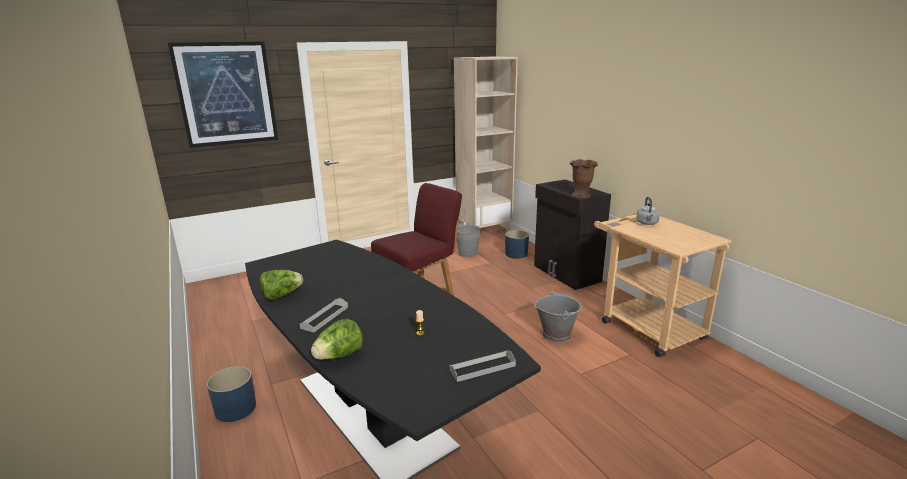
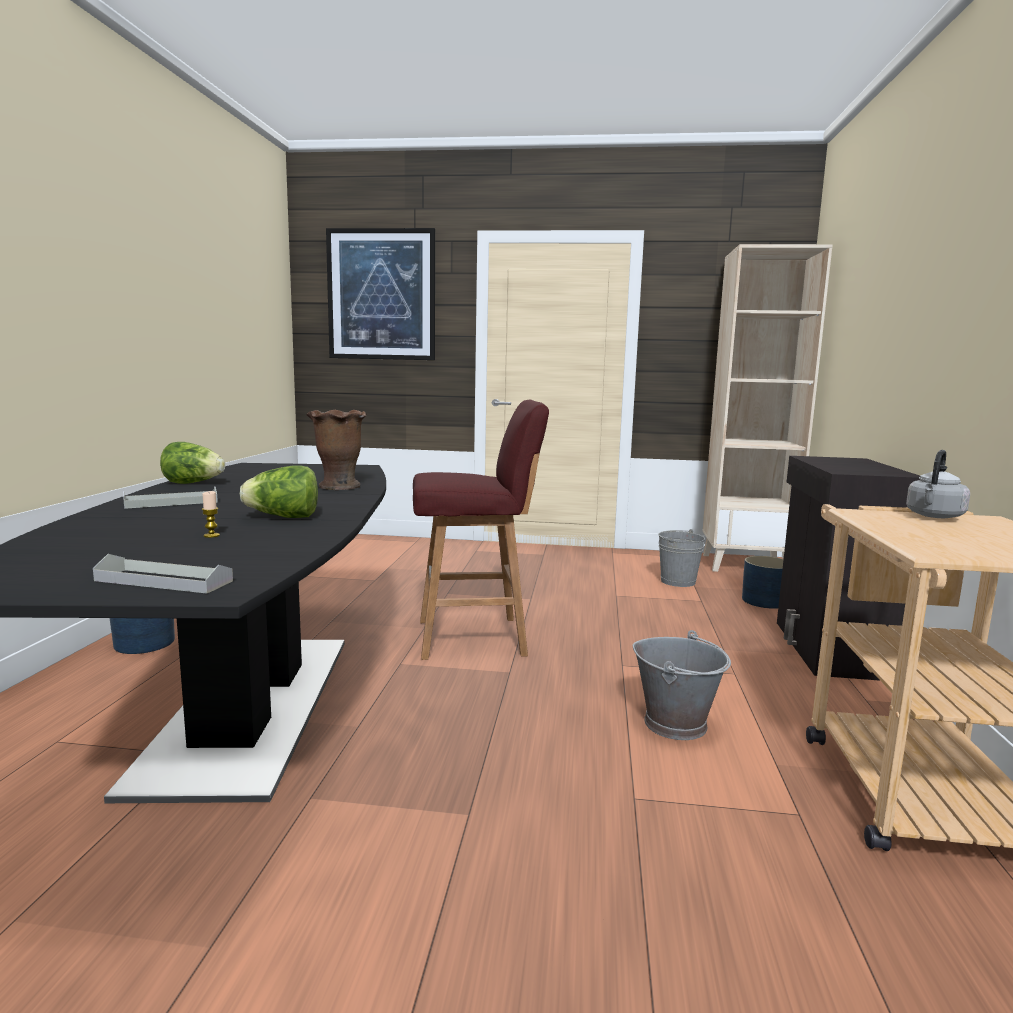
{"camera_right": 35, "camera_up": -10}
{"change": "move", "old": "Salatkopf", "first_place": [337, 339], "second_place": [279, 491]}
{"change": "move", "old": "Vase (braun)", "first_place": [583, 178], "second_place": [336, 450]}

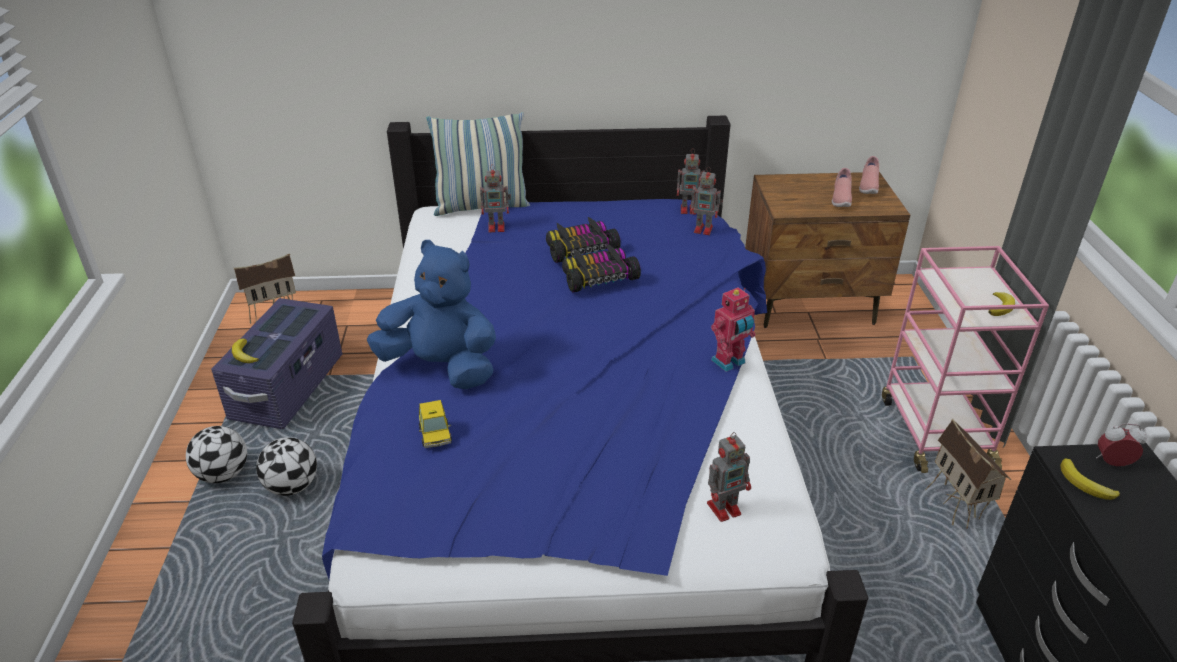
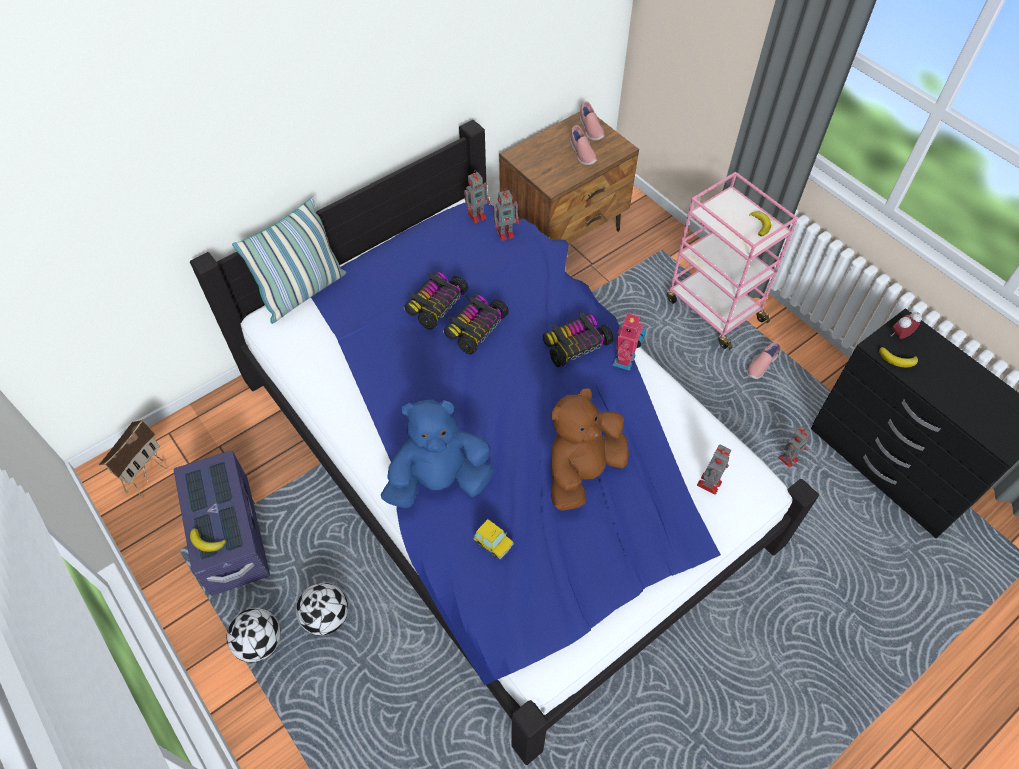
{"camera_right": -35, "camera_up": 20}
{"change": "move", "old": "Spielzeugroboter", "first_place": [495, 199], "second_place": [794, 446]}
{"change": "replace", "old": "Spielzeughaus", "new": "Schuh (rosa)", "first_place": [968, 473], "second_place": [763, 360]}
{"change": "insert", "new": "Spielzeugauto", "second_place": [578, 338]}
{"change": "insert", "new": "Plüschtier (braun)", "second_place": [590, 449]}

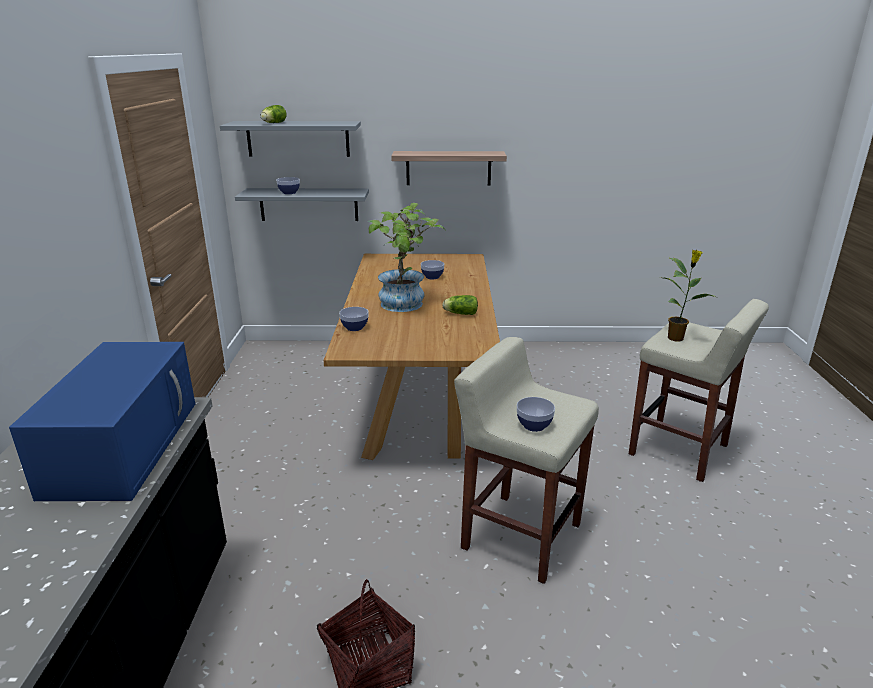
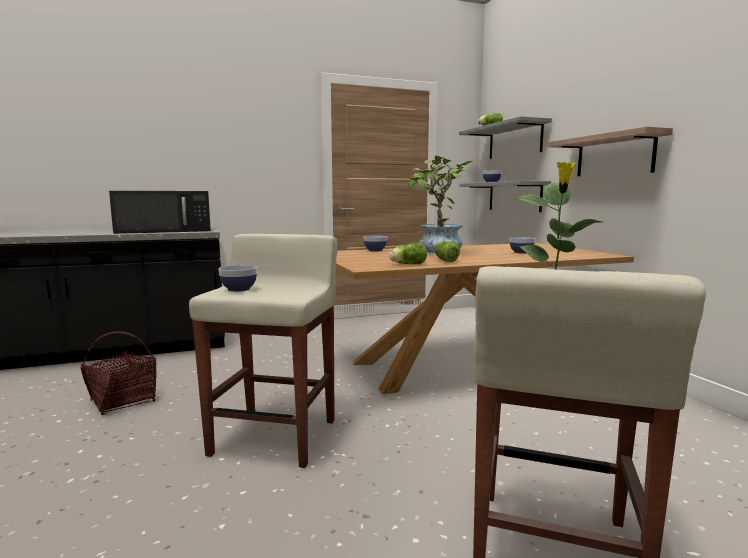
{"camera_right": 70, "camera_up": -15}
{"change": "recolor", "old": "Mikrowelle (blau)", "new": "Mikrowelle (schwarz)", "first_place": [102, 421], "second_place": [160, 212]}
{"change": "insert", "new": "Salatkopf", "second_place": [408, 253]}

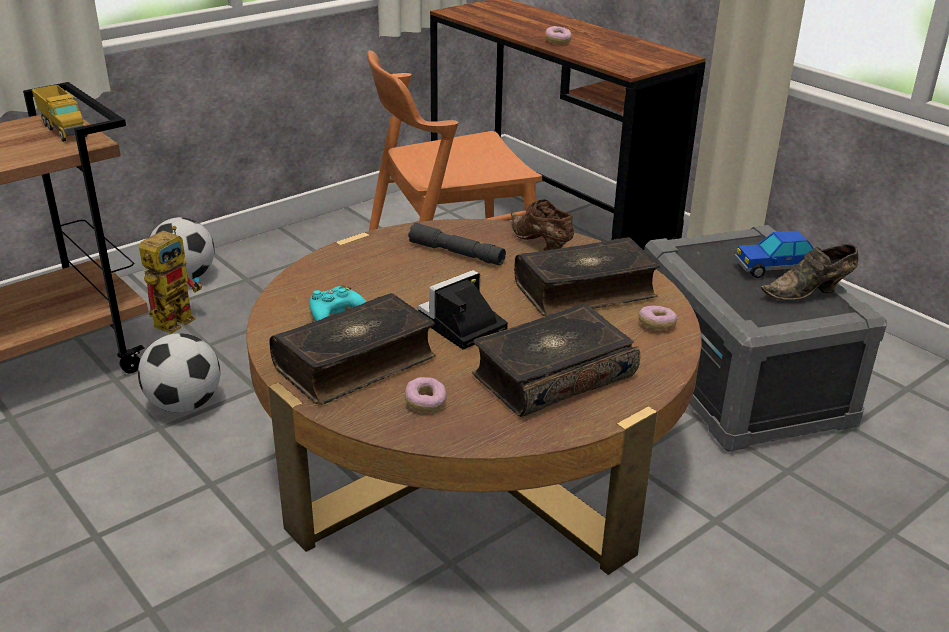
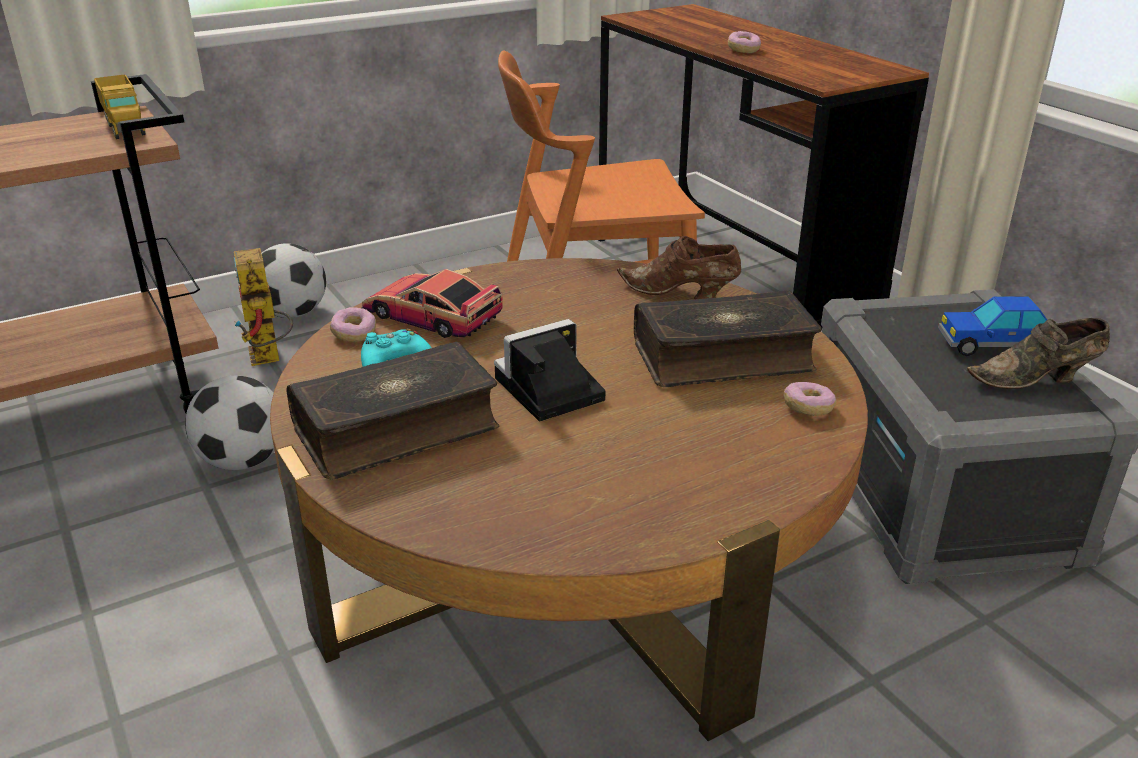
{"camera_right": 10, "camera_up": 0}
{"change": "rotate", "old": "Spielzeugroboter", "first_place": [170, 280], "second_place": [263, 307], "degrees": 120}
{"change": "move", "old": "Donut", "first_place": [426, 394], "second_place": [353, 324]}
{"change": "delete", "old": "Taschenlampe (grau)", "first_place": [457, 244]}
{"change": "delete", "old": "Buch", "first_place": [556, 360]}
{"change": "rotate", "old": "Schuh (braun)", "first_place": [542, 225], "second_place": [679, 267], "degrees": -45}
{"change": "insert", "new": "Spielzeugauto", "second_place": [432, 303]}

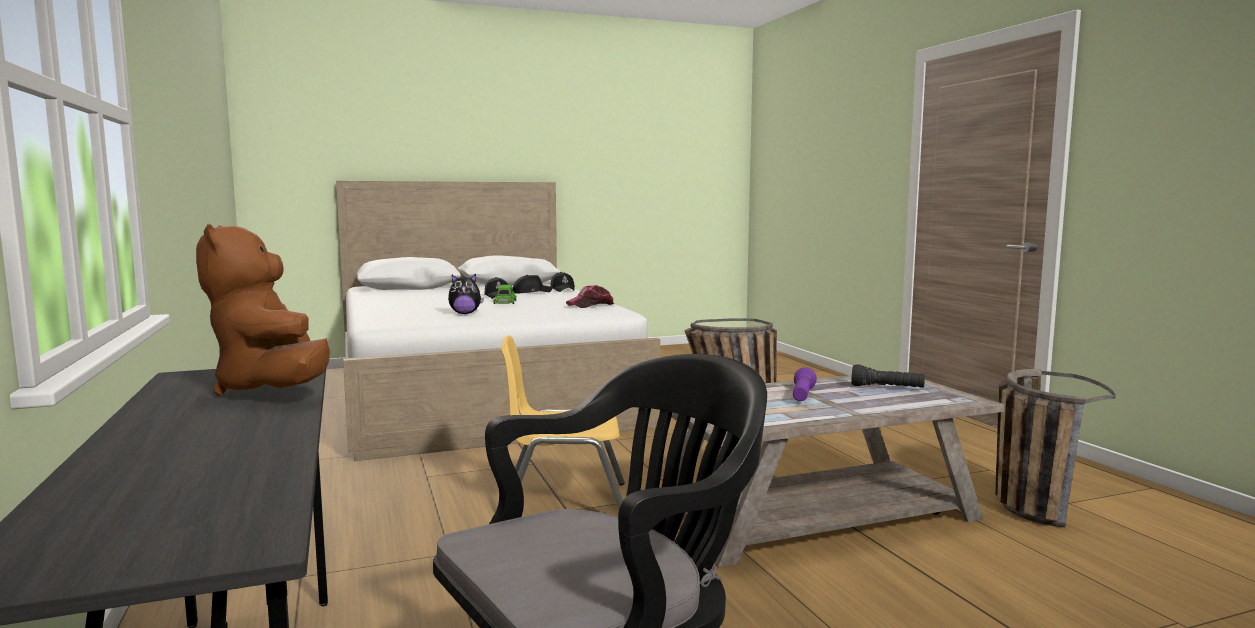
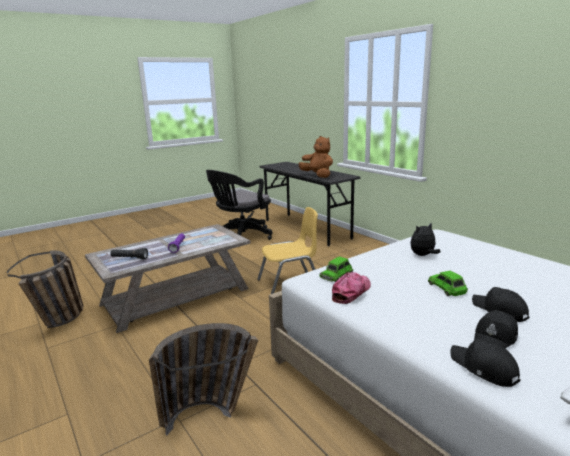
{"camera_right": 165, "camera_up": 10}
{"change": "insert", "new": "Spielzeugauto (grün)", "second_place": [336, 269]}

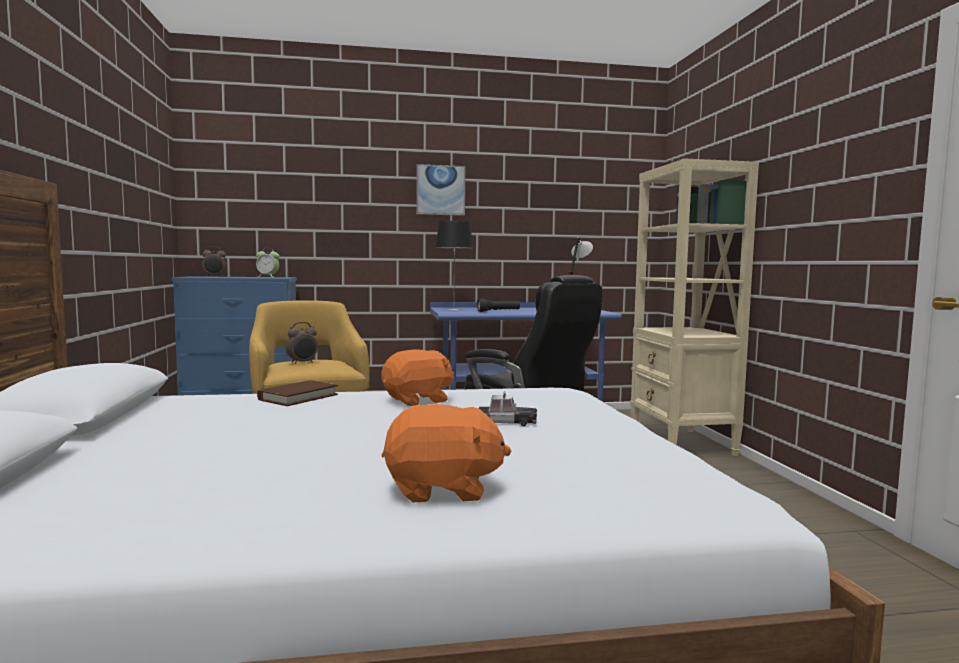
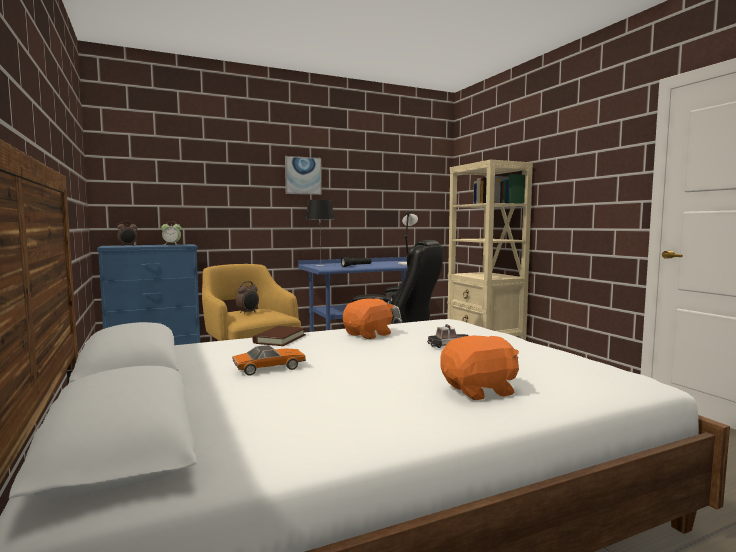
{"camera_right": -15, "camera_up": 0}
{"change": "insert", "new": "Spielzeugauto", "second_place": [269, 360]}

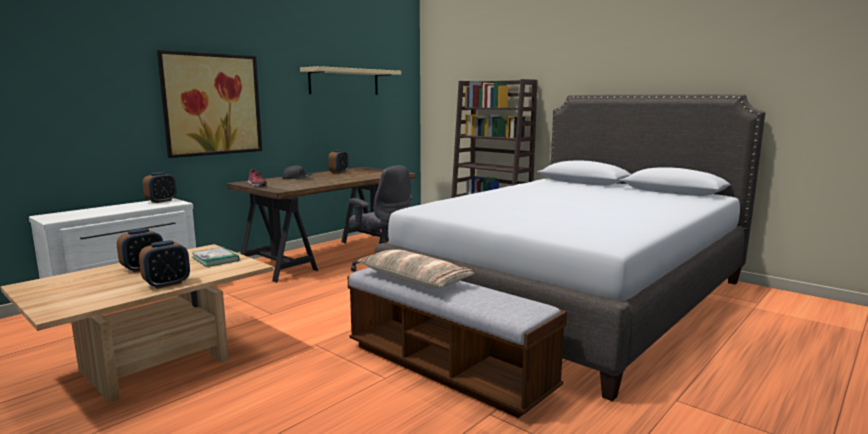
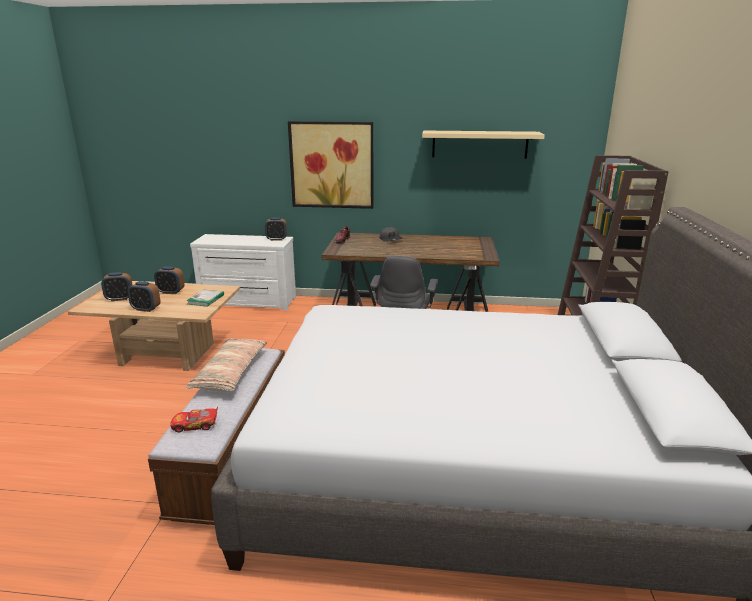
{"camera_right": 55, "camera_up": 10}
{"change": "move", "old": "Wecker", "first_place": [338, 162], "second_place": [116, 286]}
{"change": "insert", "new": "Spielzeugauto", "second_place": [194, 419]}

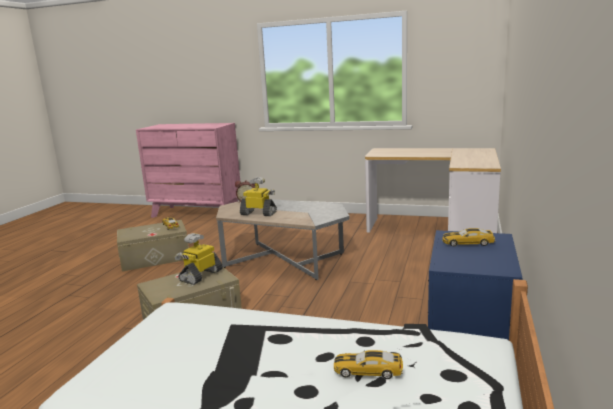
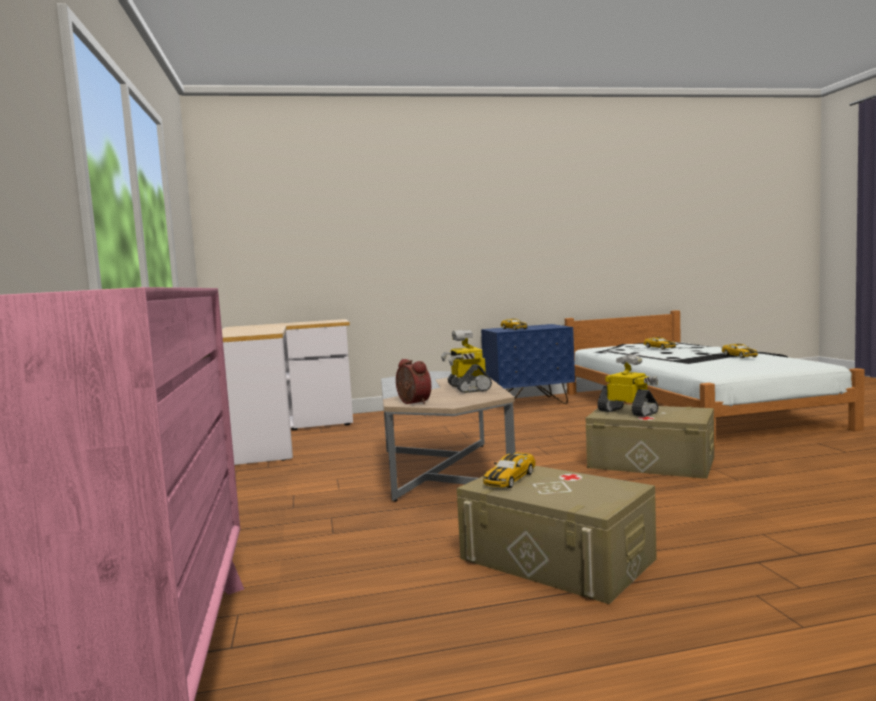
{"camera_right": -120, "camera_up": -10}
{"change": "rotate", "old": "Spielzeugroboter", "first_place": [199, 259], "second_place": [627, 385], "degrees": -135}
{"change": "insert", "new": "Spielzeugauto", "second_place": [740, 351]}

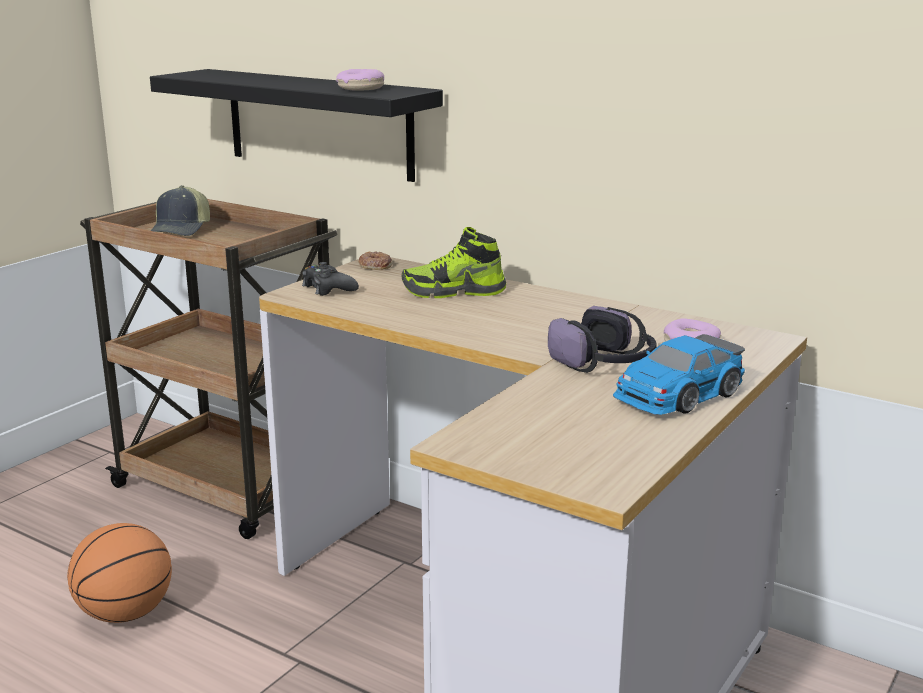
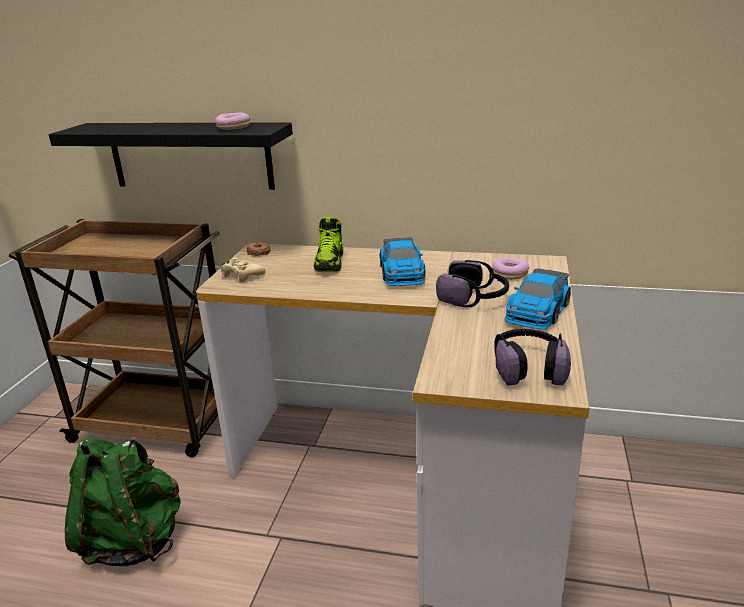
{"camera_right": -20, "camera_up": 5}
{"change": "replace", "old": "Basketball", "new": "Rucksack (grün)", "first_place": [119, 573], "second_place": [123, 501]}
{"change": "delete", "old": "Kappe", "first_place": [180, 210]}
{"change": "recolor", "old": "Gamepad (schwarz)", "new": "Gamepad (beige)", "first_place": [330, 279], "second_place": [243, 269]}
{"change": "rotate", "old": "Schuh", "first_place": [453, 262], "second_place": [328, 244], "degrees": -60}
{"change": "insert", "new": "Spielzeugauto", "second_place": [403, 261]}
{"change": "insert", "new": "Kopfhörer", "second_place": [532, 357]}

